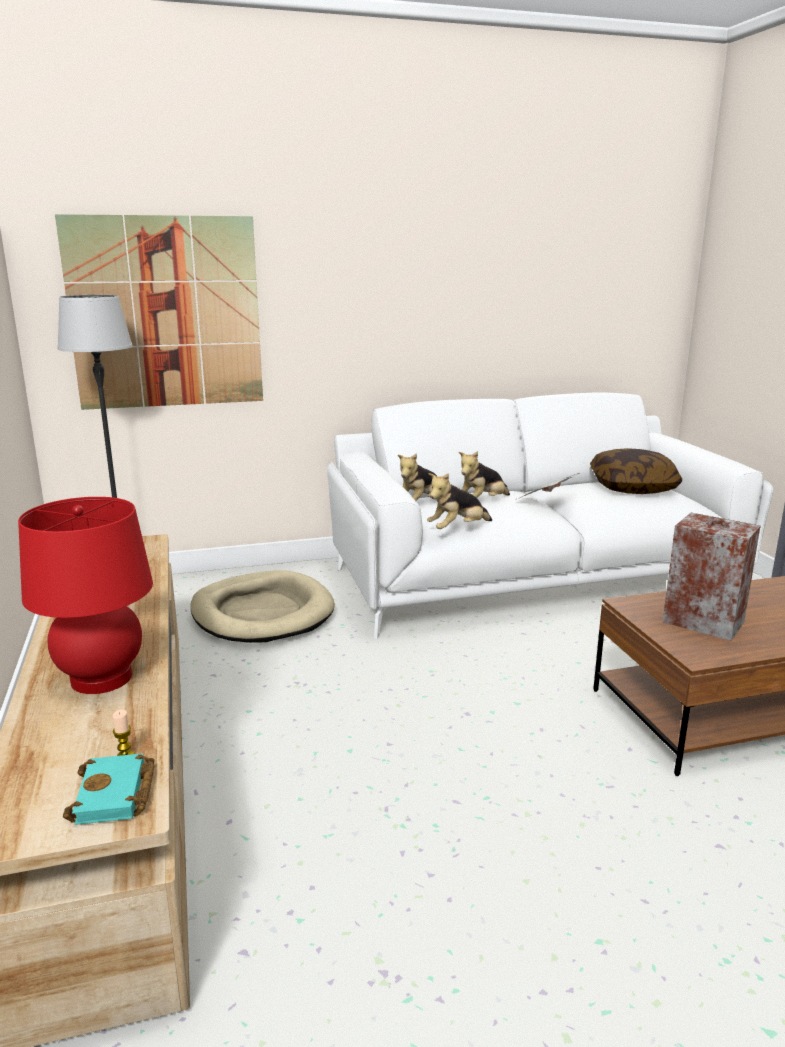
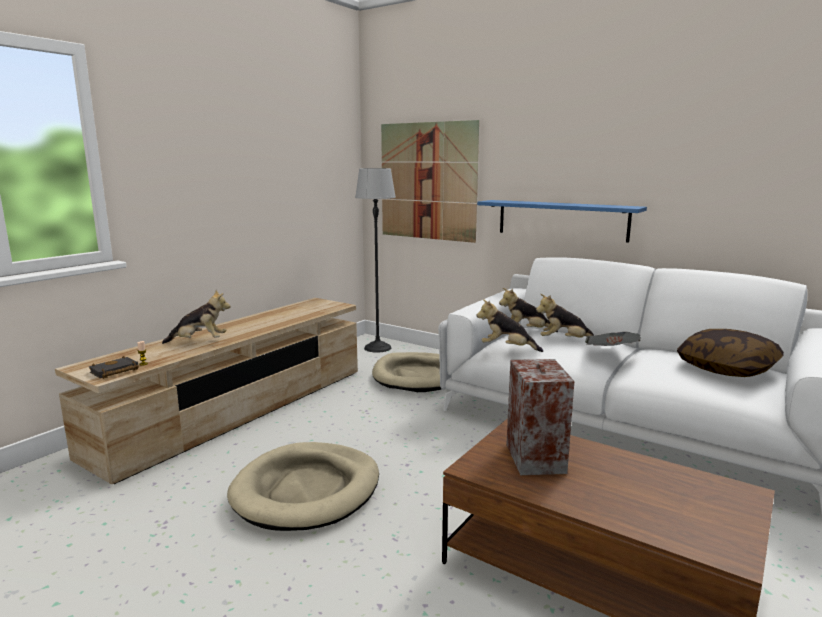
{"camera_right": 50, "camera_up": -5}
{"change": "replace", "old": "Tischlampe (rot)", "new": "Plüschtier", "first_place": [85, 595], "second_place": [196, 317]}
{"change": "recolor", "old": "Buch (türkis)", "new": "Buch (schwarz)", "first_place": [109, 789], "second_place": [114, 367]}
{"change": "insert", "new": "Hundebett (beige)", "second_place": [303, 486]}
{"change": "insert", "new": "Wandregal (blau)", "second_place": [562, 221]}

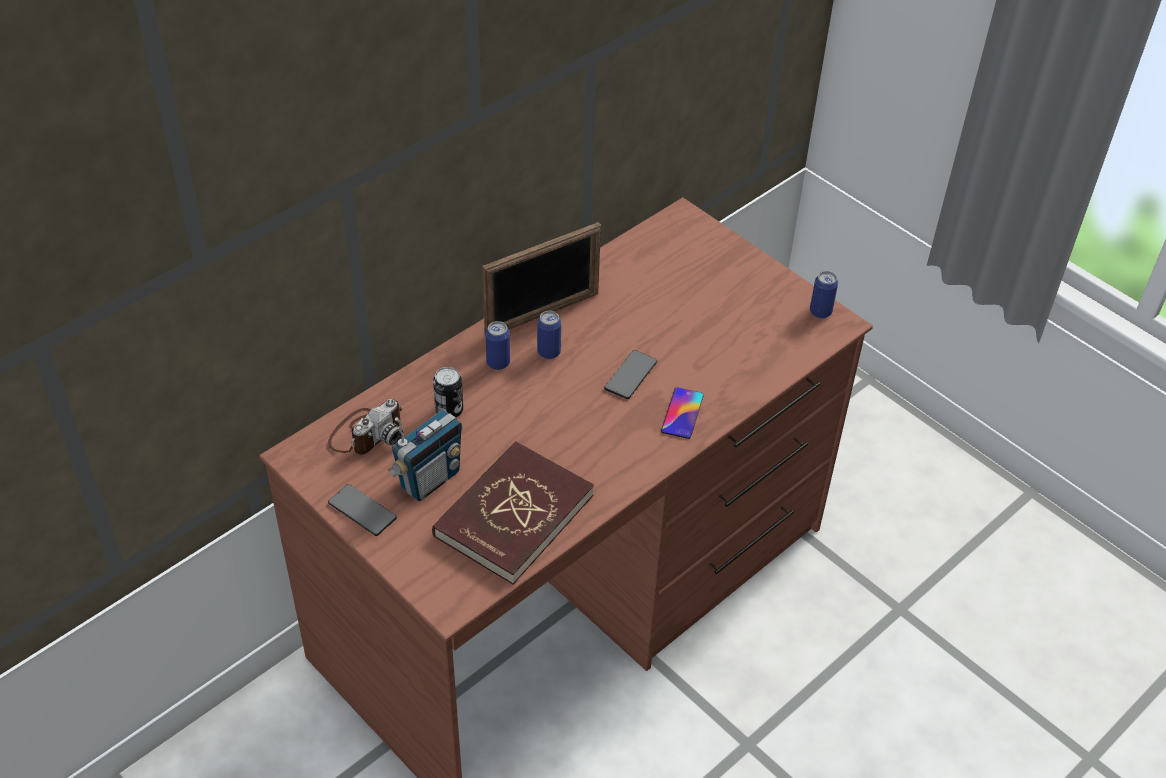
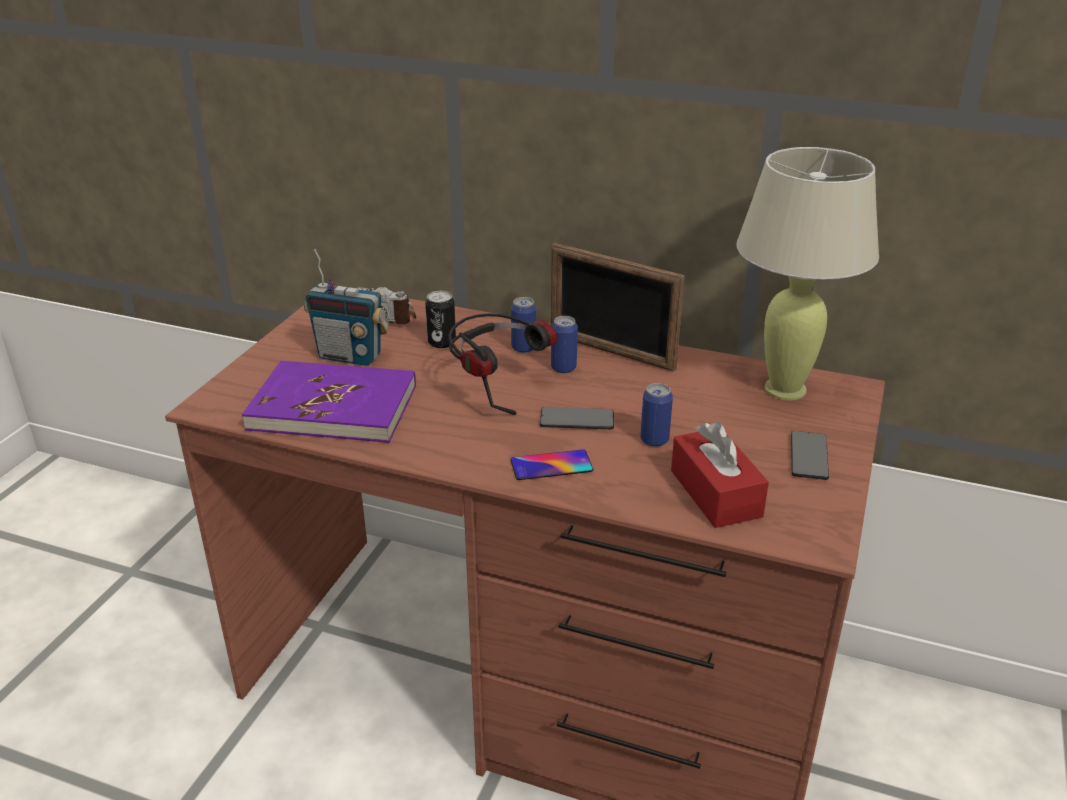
{"camera_right": 65, "camera_up": -15}
{"change": "move", "old": "Handy", "first_place": [362, 510], "second_place": [810, 455]}
{"change": "recolor", "old": "Buch (rot)", "new": "Buch (lila)", "first_place": [513, 513], "second_place": [329, 402]}
{"change": "move", "old": "Dose", "first_place": [824, 294], "second_place": [656, 415]}
{"change": "insert", "new": "Kopfhörer", "second_place": [502, 364]}
{"change": "insert", "new": "Taschentuchbox (rot)", "second_place": [720, 474]}
{"change": "insert", "new": "Tischlampe (beige)", "second_place": [807, 273]}

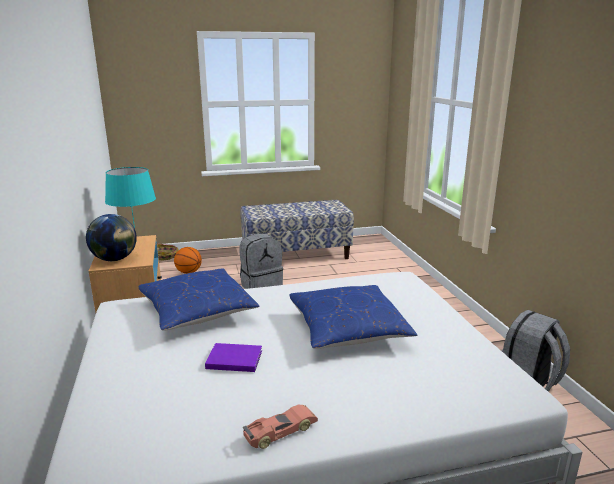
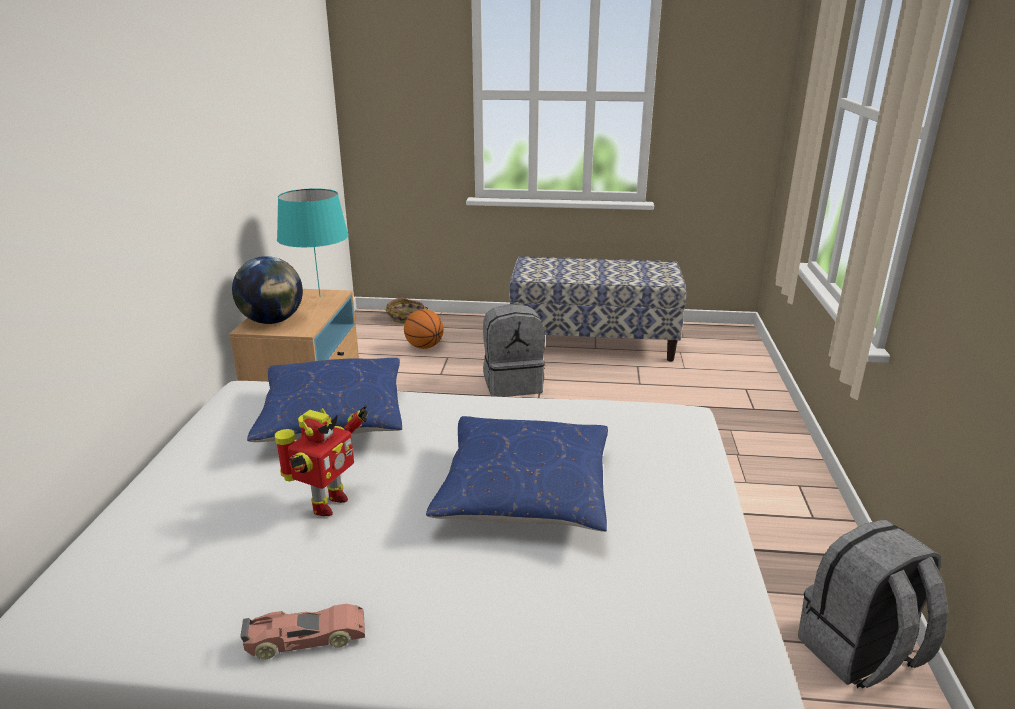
{"camera_right": 20, "camera_up": 5}
{"change": "replace", "old": "Buch (lila)", "new": "Spielzeugroboter", "first_place": [233, 357], "second_place": [321, 460]}

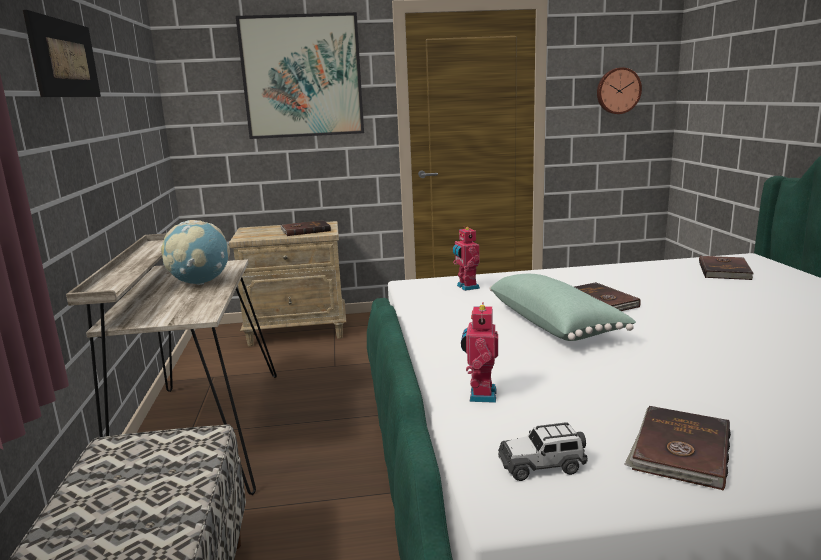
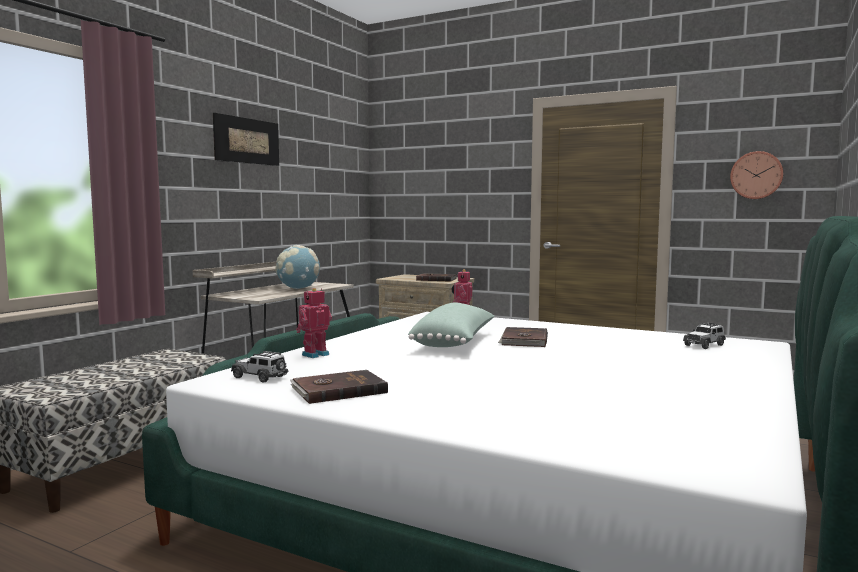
{"camera_right": 35, "camera_up": -10}
{"change": "delete", "old": "Bild", "first_place": [300, 75]}
{"change": "replace", "old": "Buch (braun)", "new": "Spielzeugauto", "first_place": [726, 268], "second_place": [704, 336]}

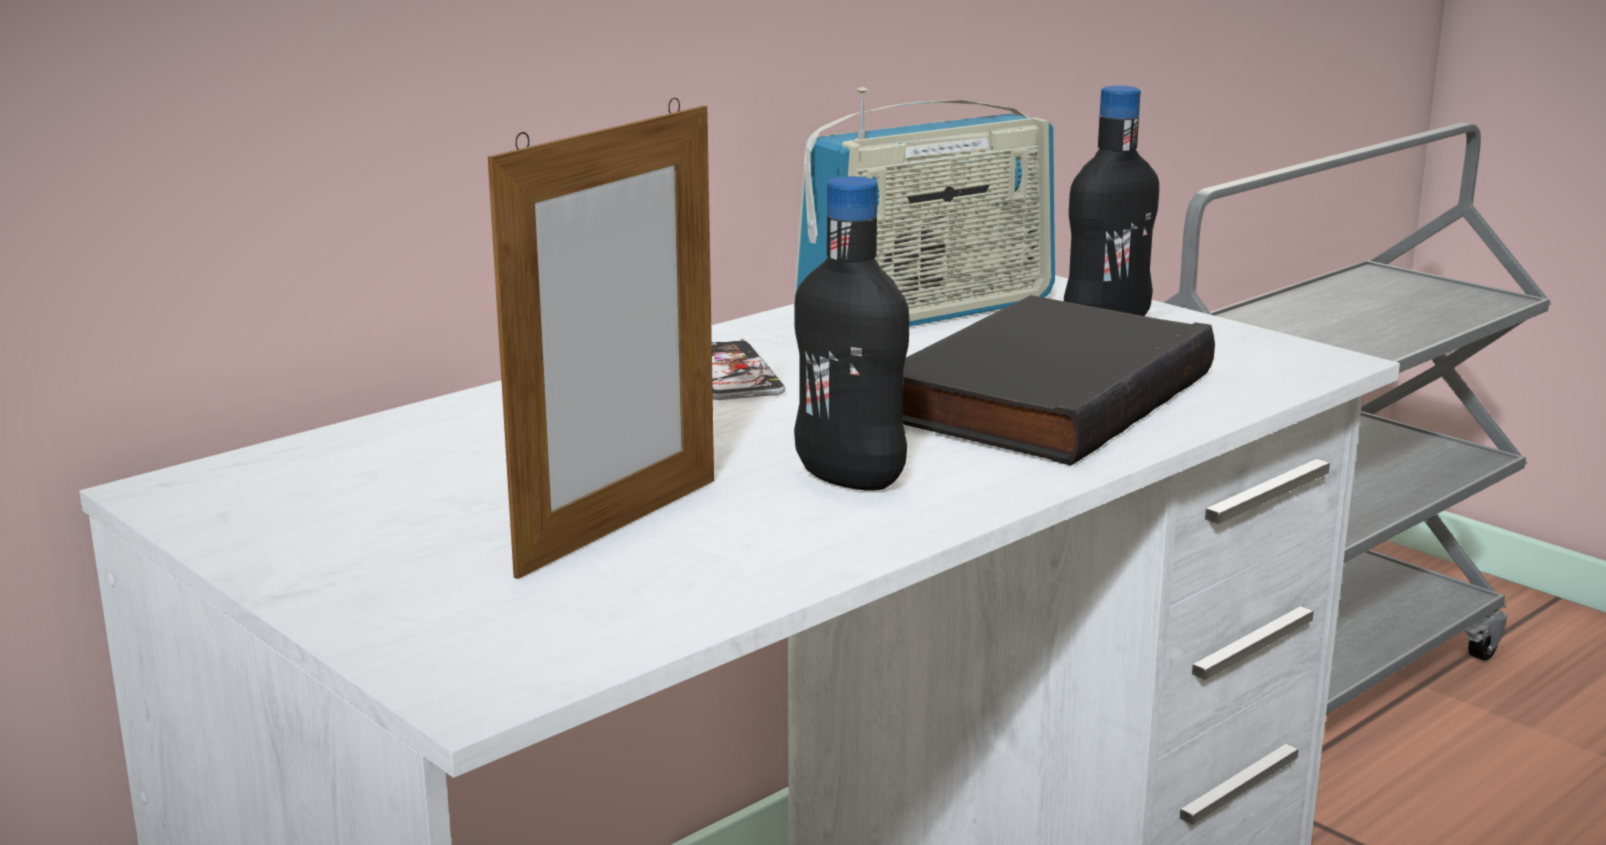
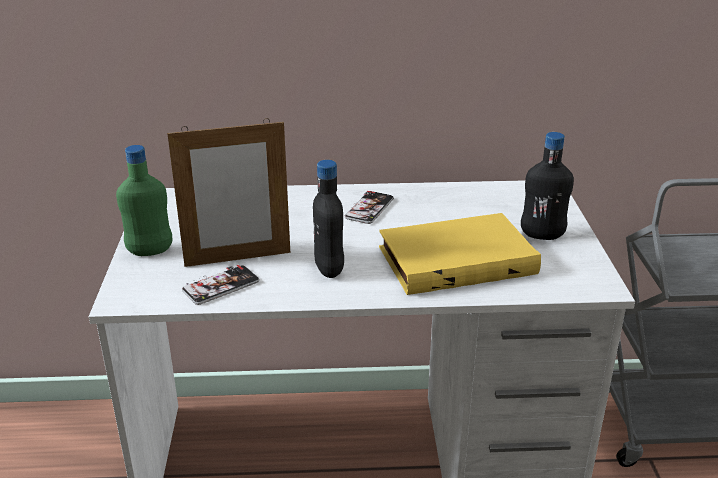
{"camera_right": 40, "camera_up": 10}
{"change": "delete", "old": "Radio", "first_place": [924, 206]}
{"change": "recolor", "old": "Buch (schwarz)", "new": "Buch (gelb)", "first_place": [1058, 380], "second_place": [460, 254]}
{"change": "insert", "new": "Flasche (grün)", "second_place": [144, 200]}
{"change": "insert", "new": "Handy", "second_place": [221, 285]}

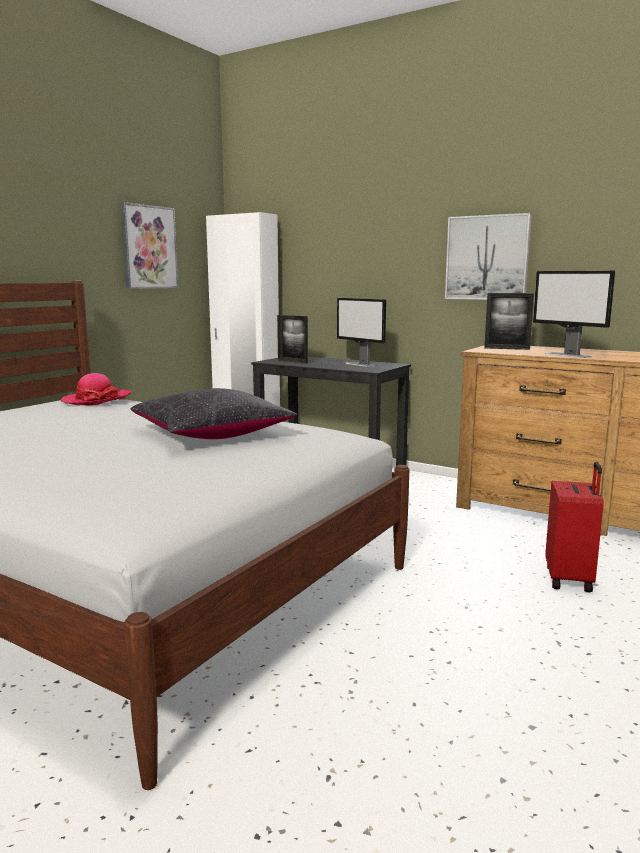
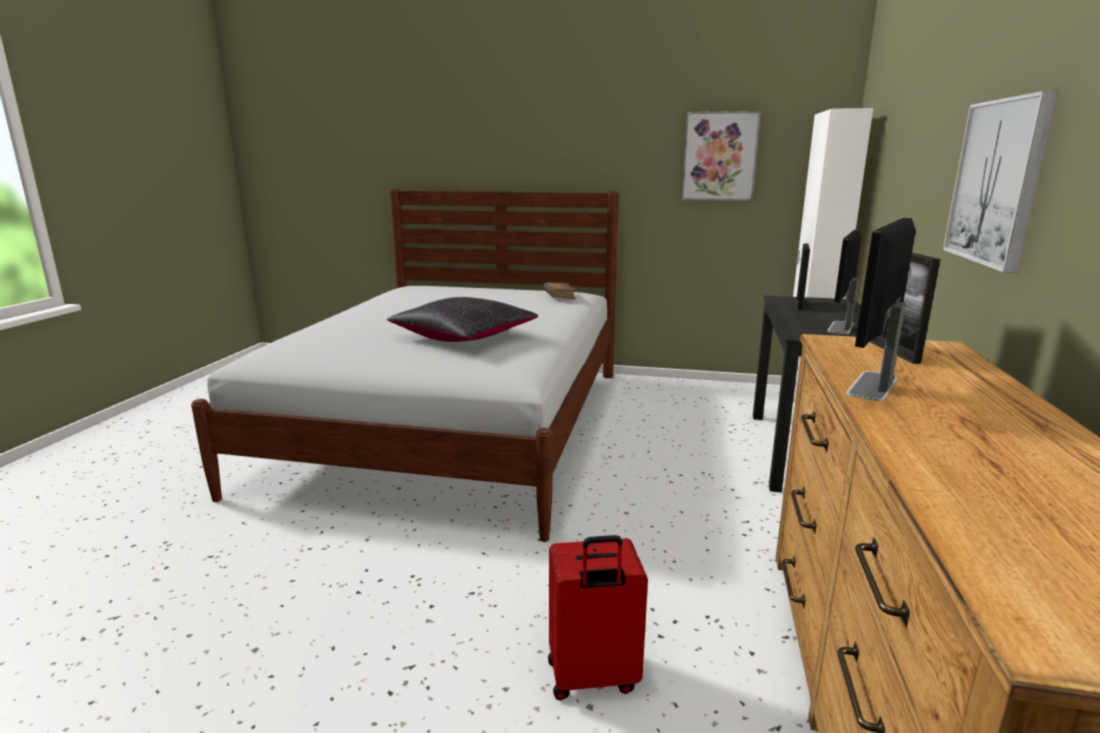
{"camera_right": 70, "camera_up": 5}
{"change": "replace", "old": "Hut", "new": "Buch (braun)", "first_place": [96, 389], "second_place": [560, 291]}

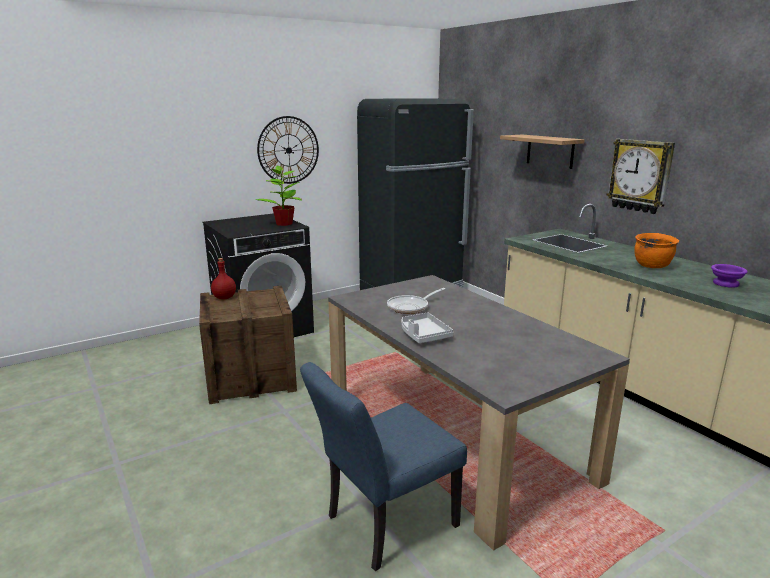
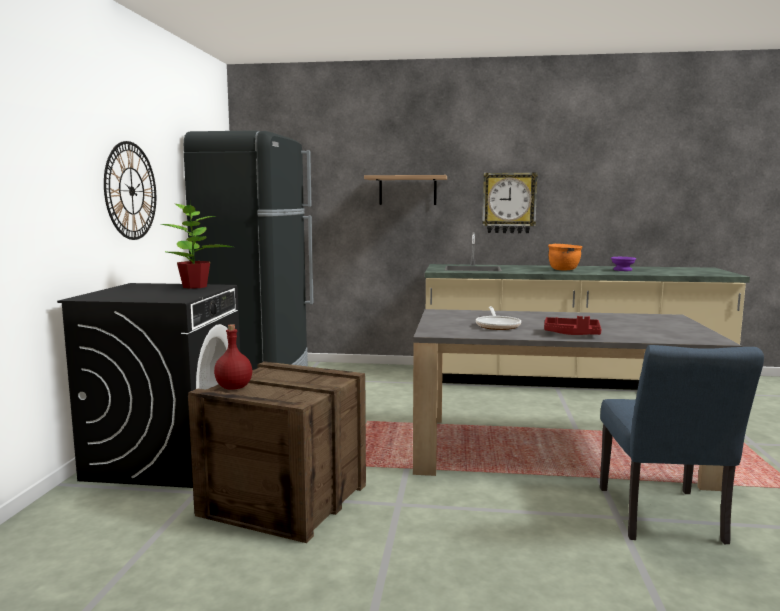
{"camera_right": -50, "camera_up": -10}
{"change": "recolor", "old": "Tablett (grau)", "new": "Tablett (rot)", "first_place": [427, 327], "second_place": [572, 325]}

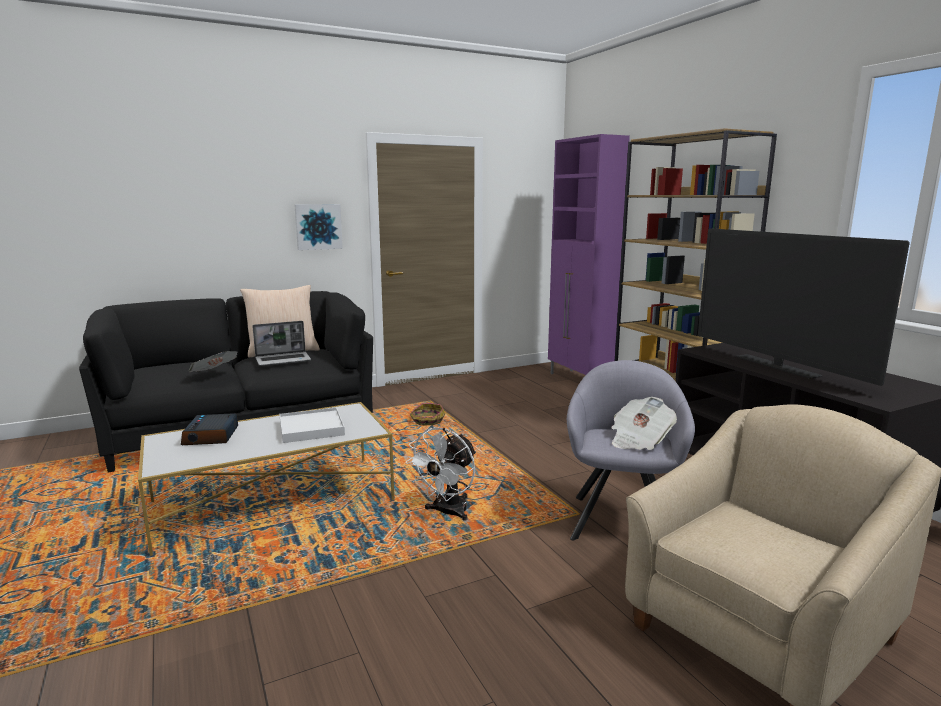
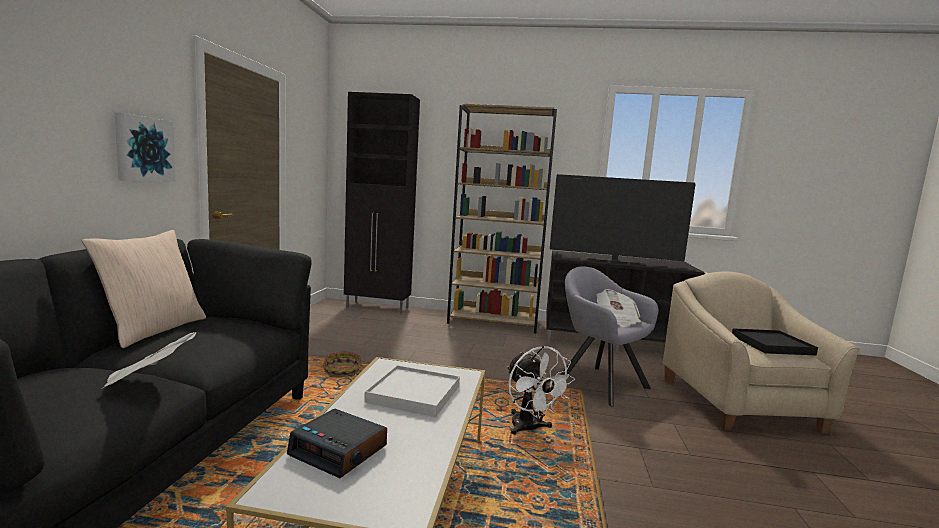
{"camera_right": -55, "camera_up": -5}
{"change": "delete", "old": "Laptop", "first_place": [281, 343]}
{"change": "recolor", "old": "Schrank (lila)", "new": "Schrank (schwarz)", "first_place": [589, 254], "second_place": [382, 203]}
{"change": "insert", "new": "Tablett (schwarz)", "second_place": [775, 342]}

